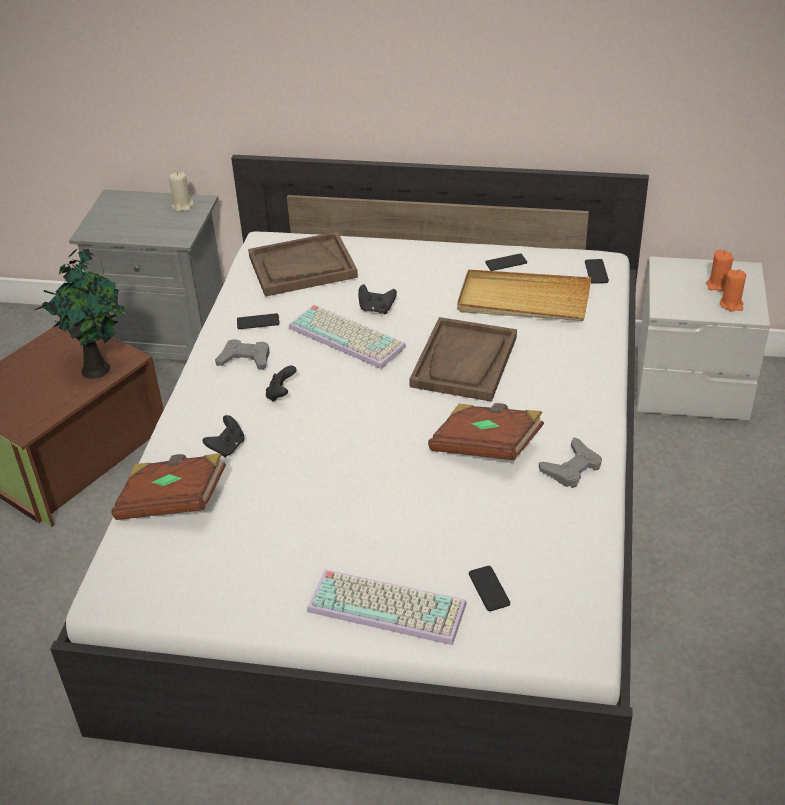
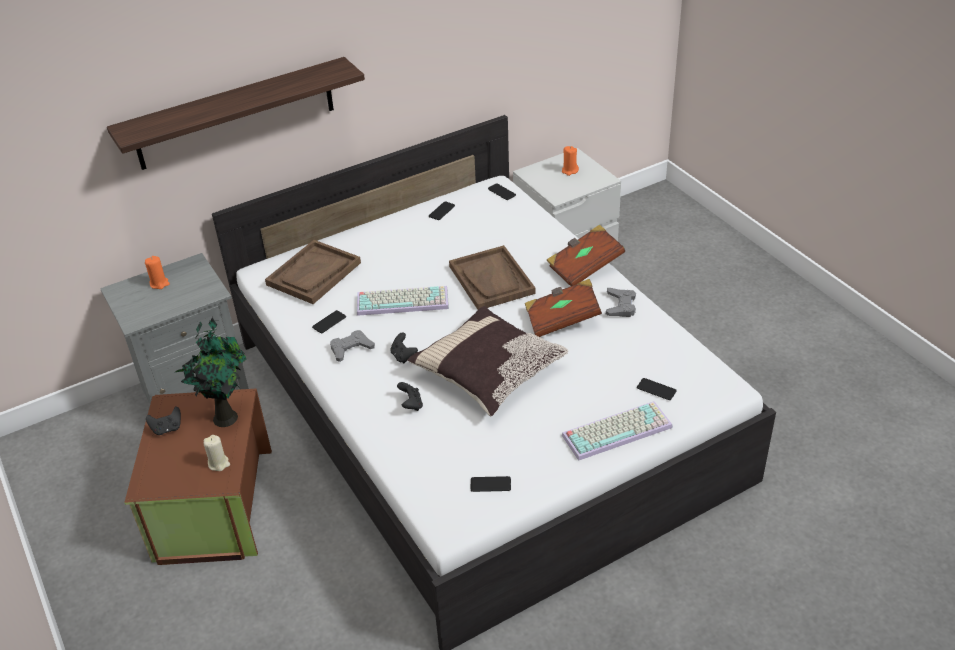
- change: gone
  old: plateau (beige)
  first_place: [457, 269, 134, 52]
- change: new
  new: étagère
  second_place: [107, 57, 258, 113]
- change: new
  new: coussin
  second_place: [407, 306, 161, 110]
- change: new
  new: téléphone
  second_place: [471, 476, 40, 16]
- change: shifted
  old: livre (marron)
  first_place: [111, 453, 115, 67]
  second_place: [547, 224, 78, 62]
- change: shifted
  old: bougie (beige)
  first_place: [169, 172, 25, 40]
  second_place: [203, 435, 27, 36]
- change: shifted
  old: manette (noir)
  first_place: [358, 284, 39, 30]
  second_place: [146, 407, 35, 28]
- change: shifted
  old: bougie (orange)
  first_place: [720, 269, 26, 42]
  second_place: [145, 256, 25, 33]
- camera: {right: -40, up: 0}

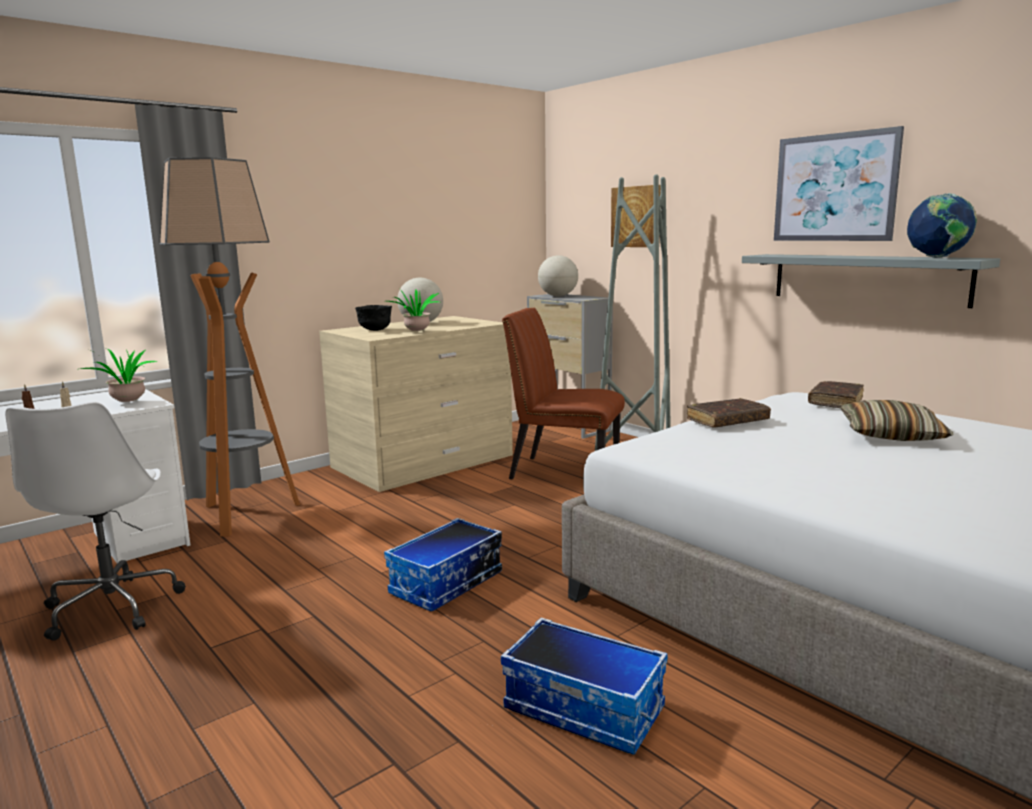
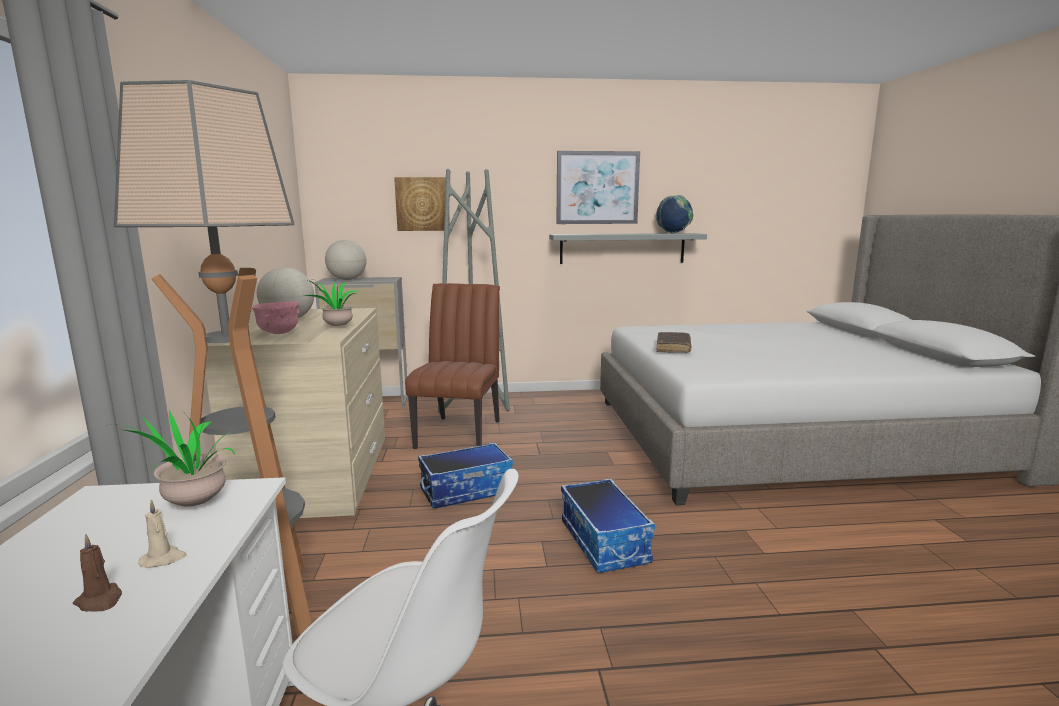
- change: gone
  old: livre (marron)
  first_place: [808, 381, 56, 27]
- change: gone
  old: coussin
  first_place: [840, 400, 114, 41]
- change: shifted
  old: boîte de rangement
  first_place: [501, 617, 167, 138]
  second_place: [418, 443, 95, 65]
- change: repainted
  old: bol (noir)
  new: bol (rose)
  first_place: [355, 305, 37, 26]
  second_place: [252, 302, 48, 32]
- change: rotated
  old: chaise (marron)
  first_place: [502, 308, 123, 171]
  second_place: [405, 283, 95, 166]
  degrees: 135
- camera: {right: -55, up: 0}

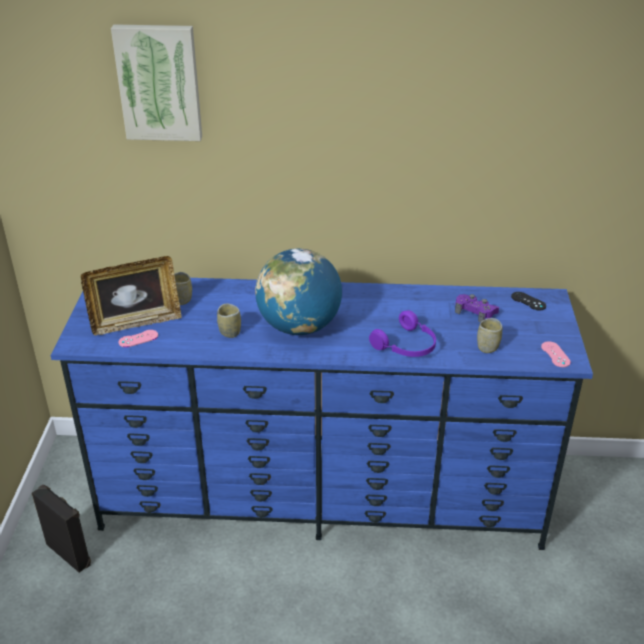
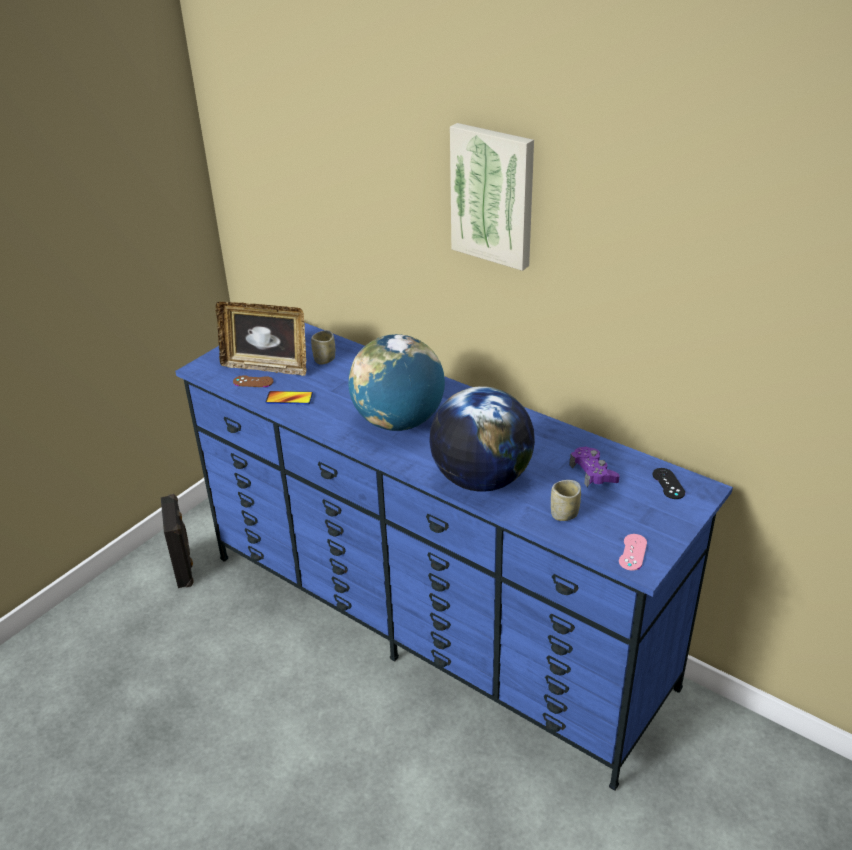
- change: gone
  old: tasse
  first_place: [217, 304, 24, 34]
- change: new
  new: téléphone
  second_place: [265, 391, 48, 13]
- change: shifted
  old: tableau
  first_place: [111, 24, 91, 117]
  second_place: [450, 123, 84, 148]
- change: swapped
  old: casque audio (violet)
  new: globe
  first_place: [369, 310, 67, 47]
  second_place: [429, 386, 106, 106]
- change: repainted
  old: manette (rose)
  new: manette (marron)
  first_place: [118, 330, 40, 17]
  second_place: [233, 375, 41, 12]
- camera: {right: 35, up: 0}

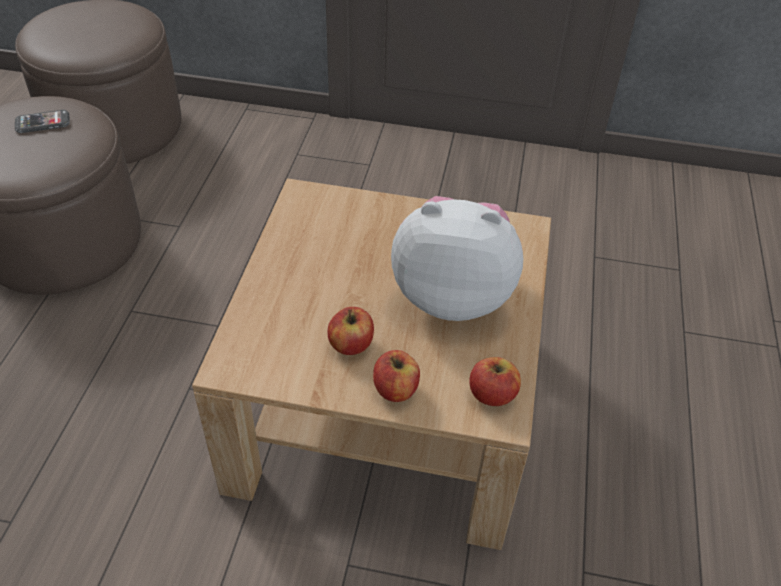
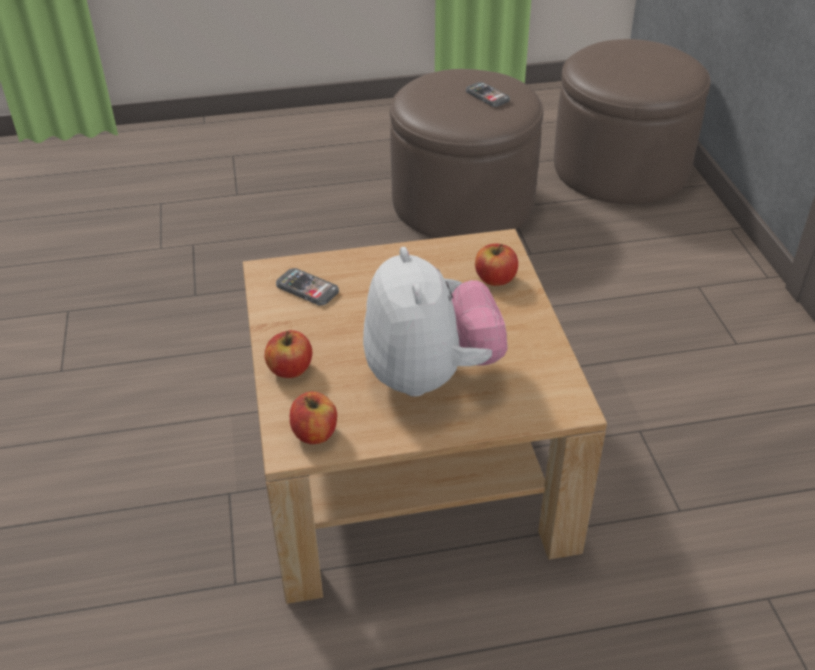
- change: new
  new: téléphone
  second_place: [276, 268, 63, 38]
- change: shifted
  old: pomme
  first_place: [328, 307, 46, 48]
  second_place: [475, 244, 43, 42]
- camera: {right: 70, up: -5}

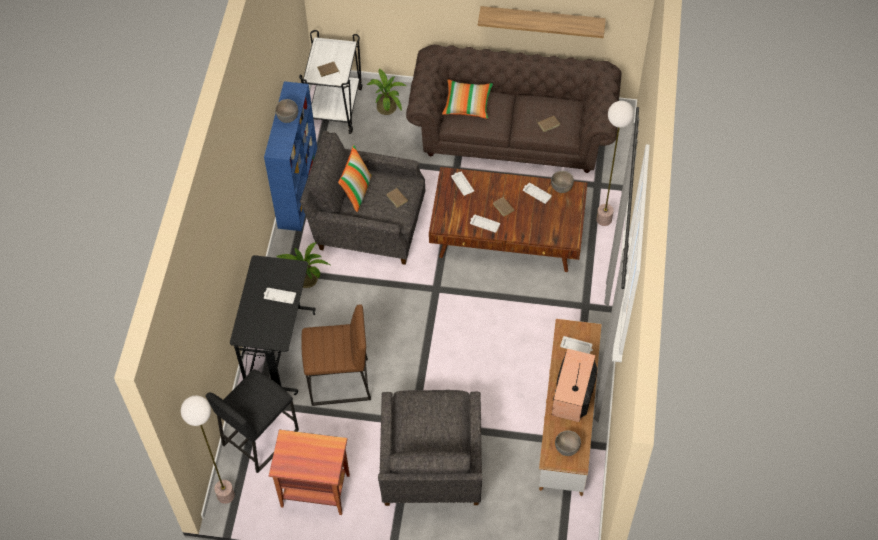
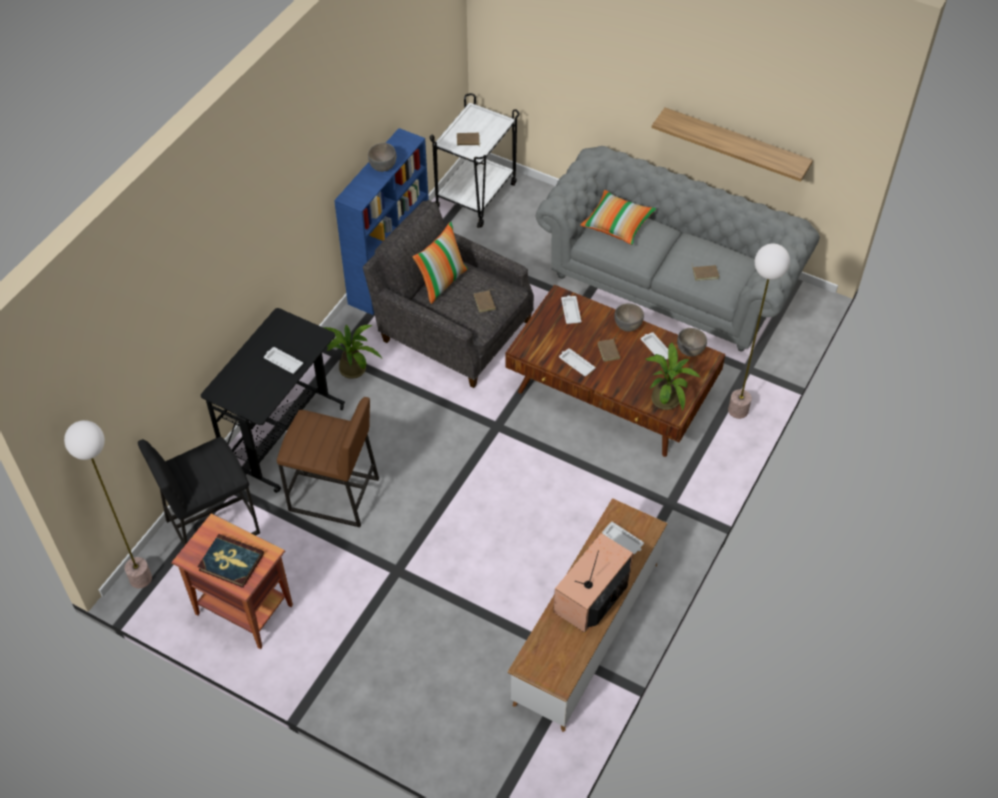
- change: gone
  old: fauteuil (gris)
  first_place: [378, 390, 104, 116]
- change: new
  new: livre
  second_place: [198, 534, 66, 54]
- change: shifted
  old: plante en pot
  first_place: [367, 69, 39, 46]
  second_place: [645, 342, 55, 68]
- change: shifted
  old: bol (gris)
  first_place: [555, 431, 26, 25]
  second_place: [615, 303, 29, 29]
- change: repainted
  old: canapé (marron)
  new: canapé (gris)
  first_place: [406, 44, 215, 129]
  second_place: [536, 146, 284, 206]
- camera: {right: 20, up: -5}

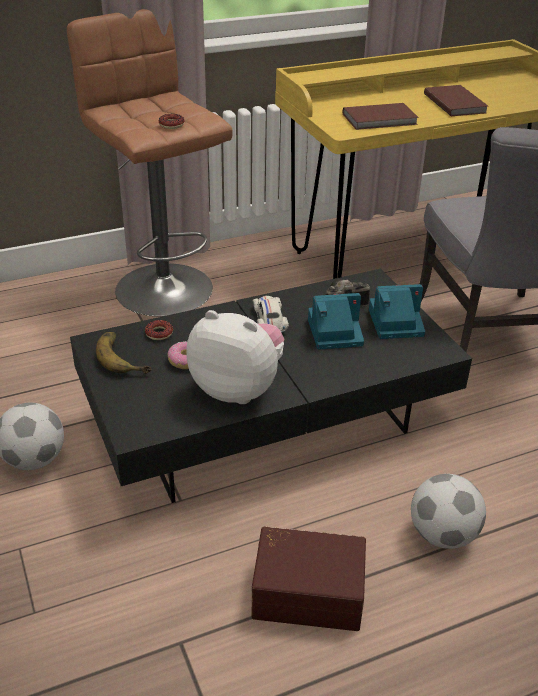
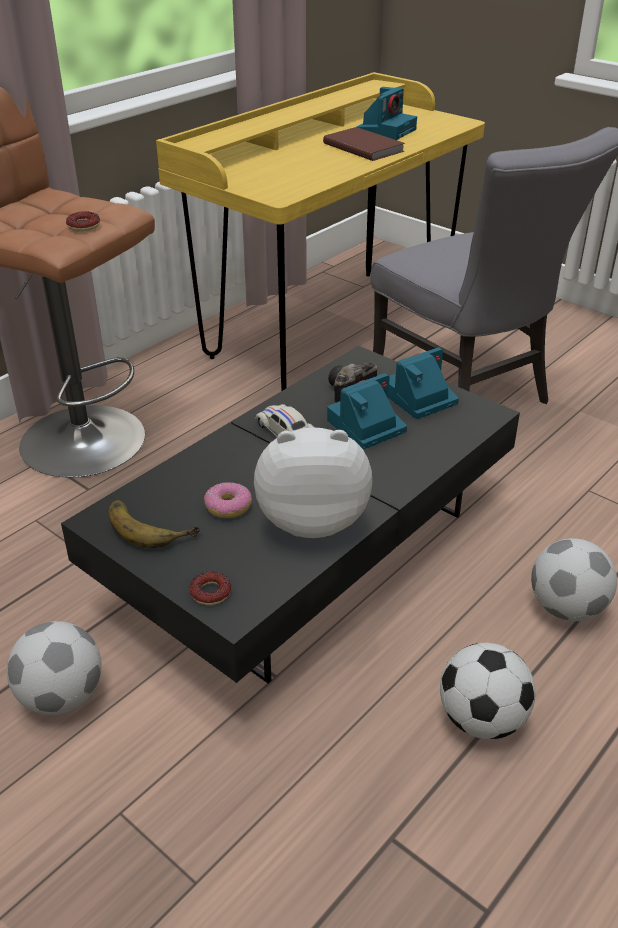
- change: gone
  old: livre (marron)
  first_place: [343, 103, 76, 27]
- change: new
  new: appareil photo
  second_place: [356, 87, 61, 53]
- change: shifted
  old: beignet
  first_place: [145, 320, 28, 20]
  second_place: [190, 571, 41, 34]
- change: swapped
  old: boîte de rangement (marron)
  new: ballon de foot
  first_place: [252, 527, 114, 104]
  second_place: [440, 643, 96, 96]
- camera: {right: -25, up: 0}

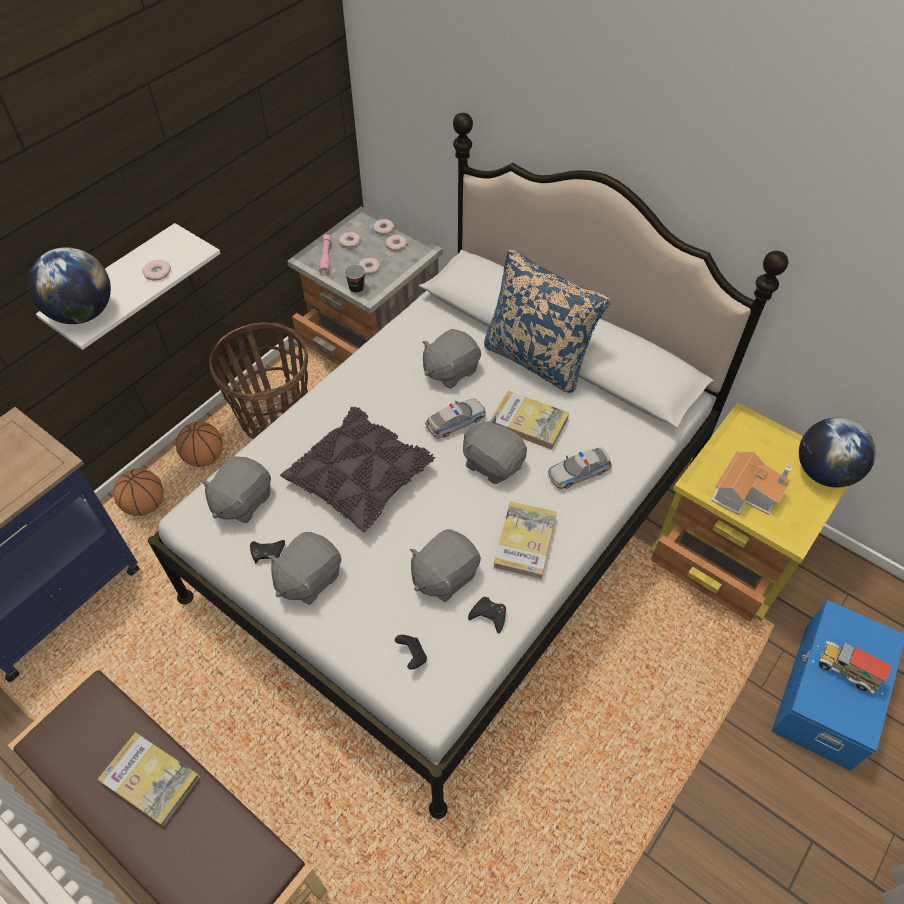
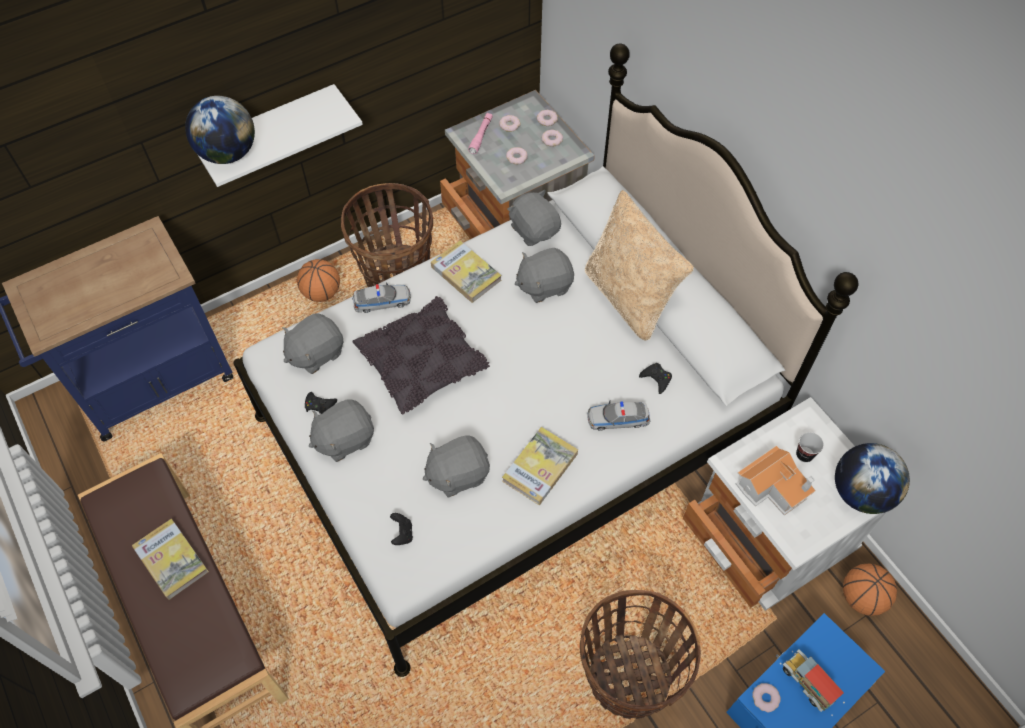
- change: new
  new: panier
  second_place: [580, 590, 121, 129]
- change: shifted
  old: ballon de basket
  first_place: [113, 469, 51, 47]
  second_place: [843, 563, 54, 53]
- change: shifted
  old: beignet
  first_place: [142, 260, 29, 20]
  second_place: [752, 683, 29, 29]
- change: shifted
  old: tasse
  first_place: [345, 265, 20, 29]
  second_place: [796, 432, 28, 30]
- change: shifted
  old: petite voiture
  first_place: [425, 399, 61, 40]
  second_place: [352, 282, 59, 31]
- change: shifted
  old: peluche (gris)
  first_place: [463, 416, 64, 68]
  second_place: [507, 190, 54, 56]
- change: shifted
  old: manette (noir)
  first_place: [468, 597, 38, 36]
  second_place: [639, 363, 33, 31]
- change: shifted
  old: livre
  first_place: [491, 391, 78, 59]
  second_place: [431, 241, 71, 62]
- change: repainted
  old: coussin (bleu)
  new: coussin (beige)
  first_place: [484, 249, 127, 144]
  second_place: [585, 190, 109, 151]
- change: repainted
  old: table de chevet (jaune)
  new: table de chevet (blanc)
  first_place: [649, 402, 199, 220]
  second_place: [683, 397, 205, 214]
- camera: {right: 20, up: 5}

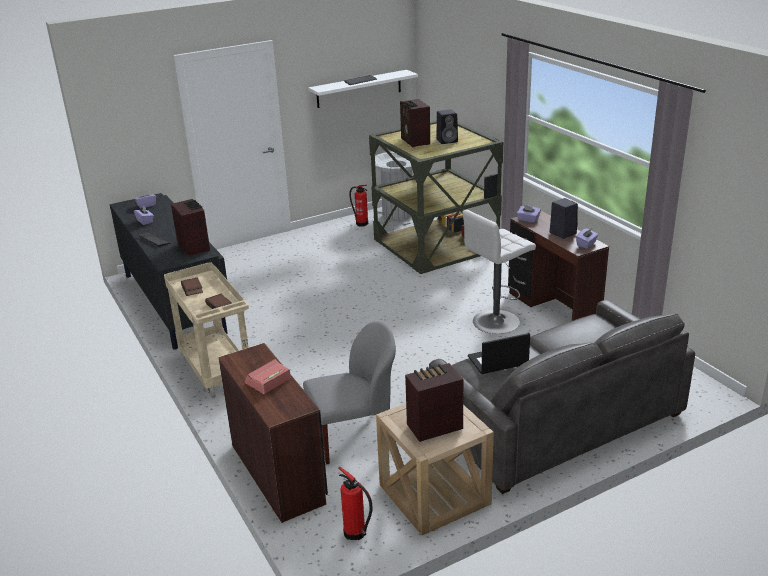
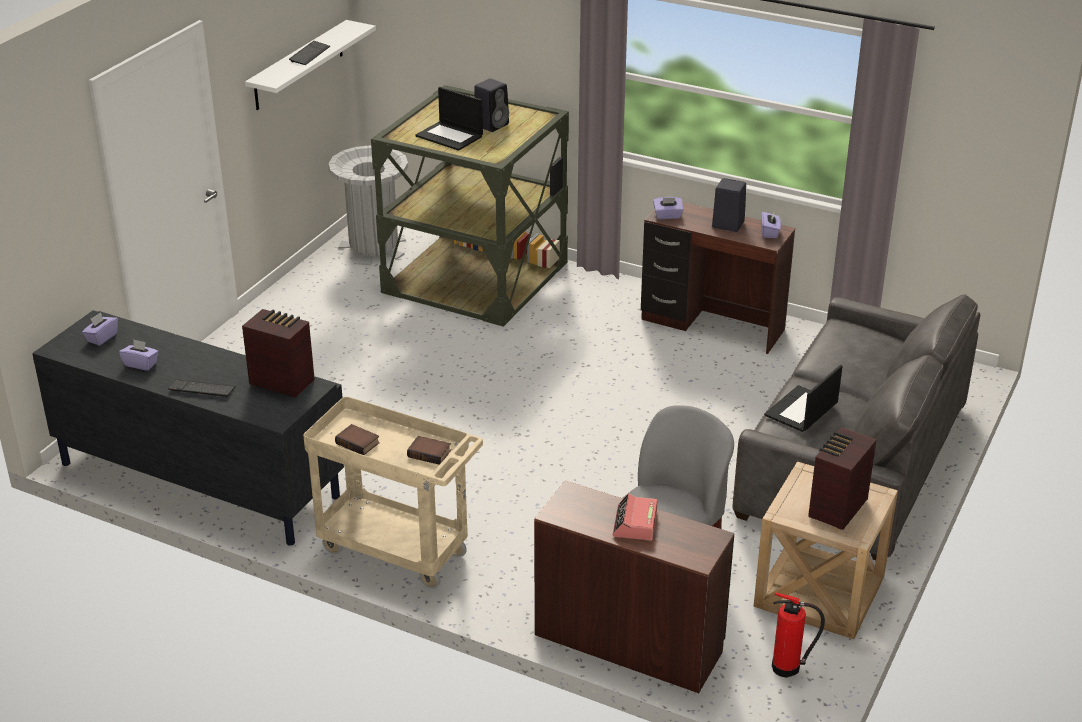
- change: gone
  old: extincteur
  first_place: [349, 185, 19, 42]
- change: gone
  old: tabouret (blanc)
  first_place: [462, 210, 74, 124]
- change: swapped
  old: radio
  new: ordinateur portable
  first_place: [400, 99, 30, 48]
  second_place: [416, 87, 67, 64]
- camera: {right: -35, up: 5}

